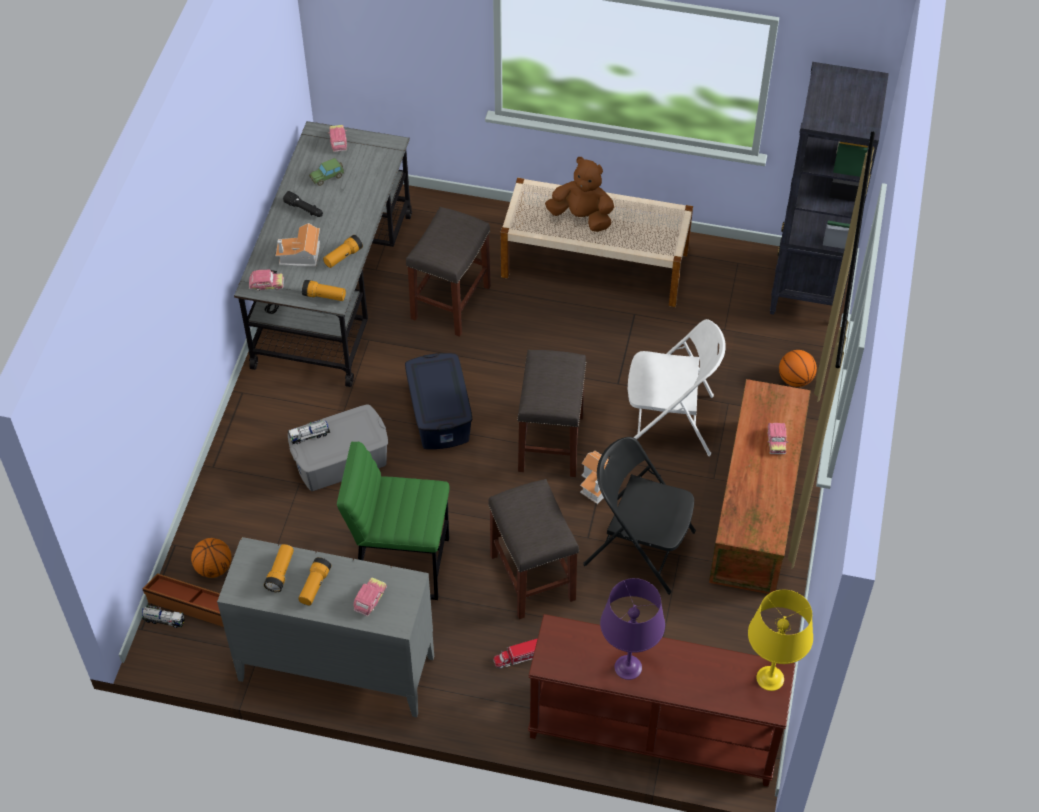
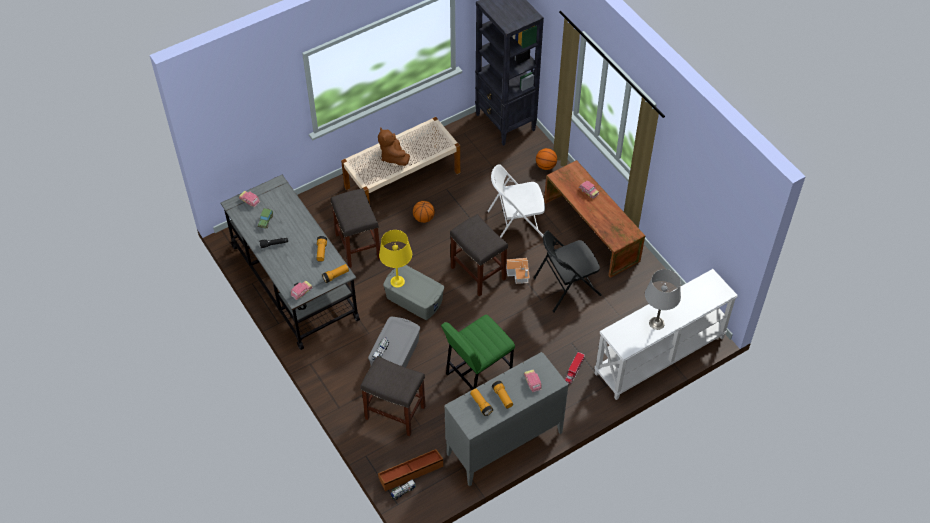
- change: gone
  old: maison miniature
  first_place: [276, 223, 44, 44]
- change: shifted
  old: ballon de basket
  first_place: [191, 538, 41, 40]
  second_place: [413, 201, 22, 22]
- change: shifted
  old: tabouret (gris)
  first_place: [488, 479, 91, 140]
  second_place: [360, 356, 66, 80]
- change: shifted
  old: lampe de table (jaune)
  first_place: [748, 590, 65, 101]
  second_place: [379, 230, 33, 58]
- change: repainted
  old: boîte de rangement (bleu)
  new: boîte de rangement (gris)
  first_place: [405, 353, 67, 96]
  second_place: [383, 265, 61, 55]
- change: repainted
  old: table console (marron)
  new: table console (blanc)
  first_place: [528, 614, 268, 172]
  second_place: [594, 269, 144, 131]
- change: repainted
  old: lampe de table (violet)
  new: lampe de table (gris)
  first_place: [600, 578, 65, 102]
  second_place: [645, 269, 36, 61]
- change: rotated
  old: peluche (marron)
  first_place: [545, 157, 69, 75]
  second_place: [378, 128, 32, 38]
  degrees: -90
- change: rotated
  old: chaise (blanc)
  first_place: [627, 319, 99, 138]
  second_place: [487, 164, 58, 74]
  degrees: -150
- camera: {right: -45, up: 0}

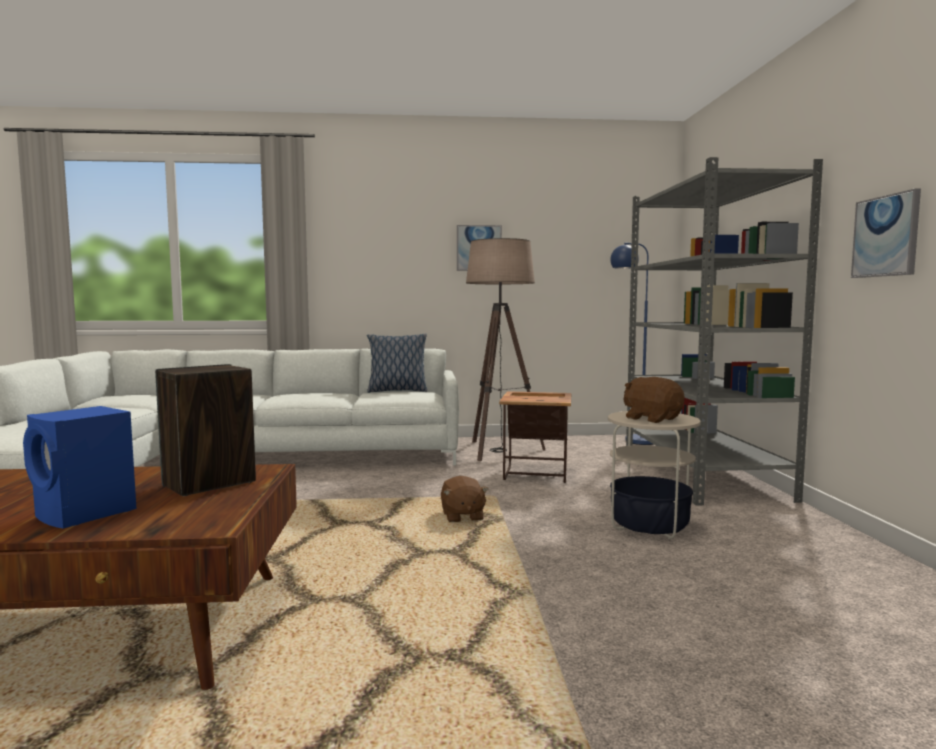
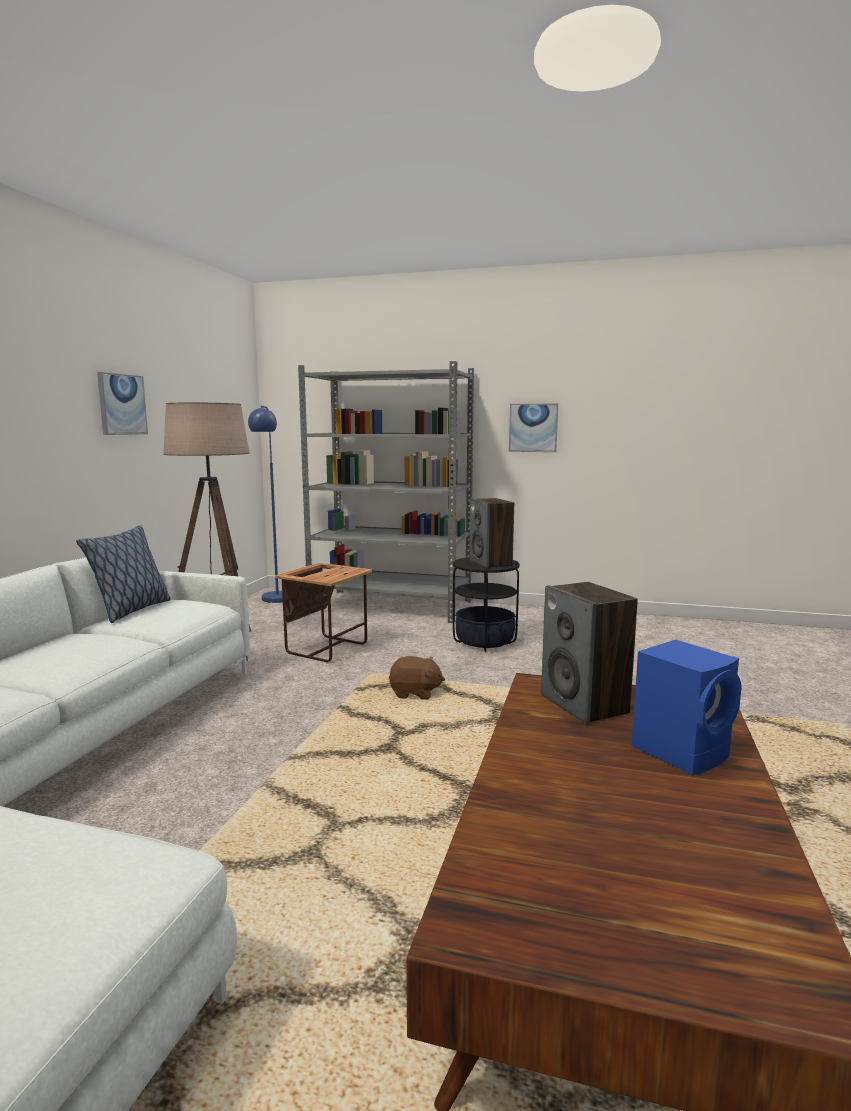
- change: swapped
  old: peluche (marron)
  new: enceinte
  first_place: [623, 377, 62, 46]
  second_place: [469, 498, 45, 70]
- change: repainted
  old: table d'appoint (beige)
  new: table d'appoint (noir)
  first_place: [608, 411, 93, 128]
  second_place: [453, 557, 67, 95]
- camera: {right: -70, up: 5}

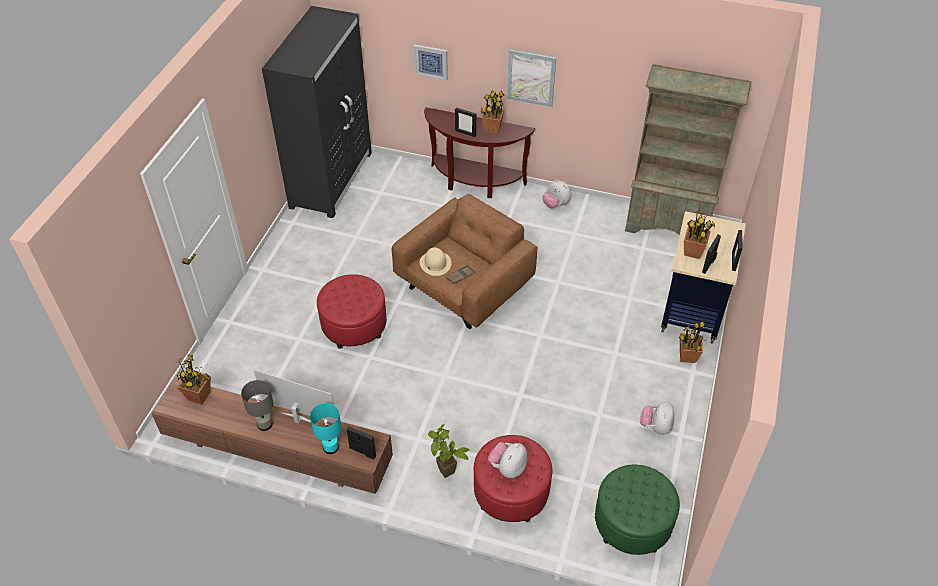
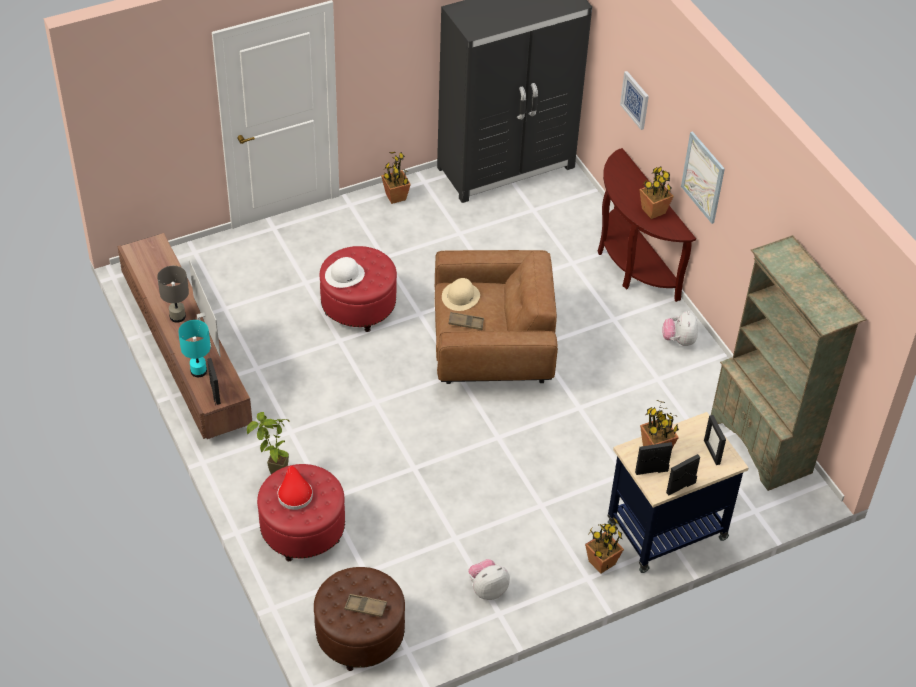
- change: new
  new: chapeau (blanc)
  second_place: [325, 257, 40, 31]
- change: new
  new: plateau (marron)
  second_place: [344, 594, 43, 23]
- change: shifted
  old: plante en pot
  first_place: [176, 354, 35, 51]
  second_place: [381, 152, 30, 52]
- change: shifted
  old: cadre photo
  first_place: [455, 107, 21, 30]
  second_place: [704, 415, 22, 50]
- change: swapped
  old: peluche
  new: chapeau (rouge)
  first_place: [488, 442, 40, 36]
  second_place: [278, 466, 35, 44]
- change: repainted
  old: pouf (vert)
  new: pouf (marron)
  first_place: [595, 465, 85, 90]
  second_place: [314, 567, 91, 104]
- camera: {right: 45, up: 0}

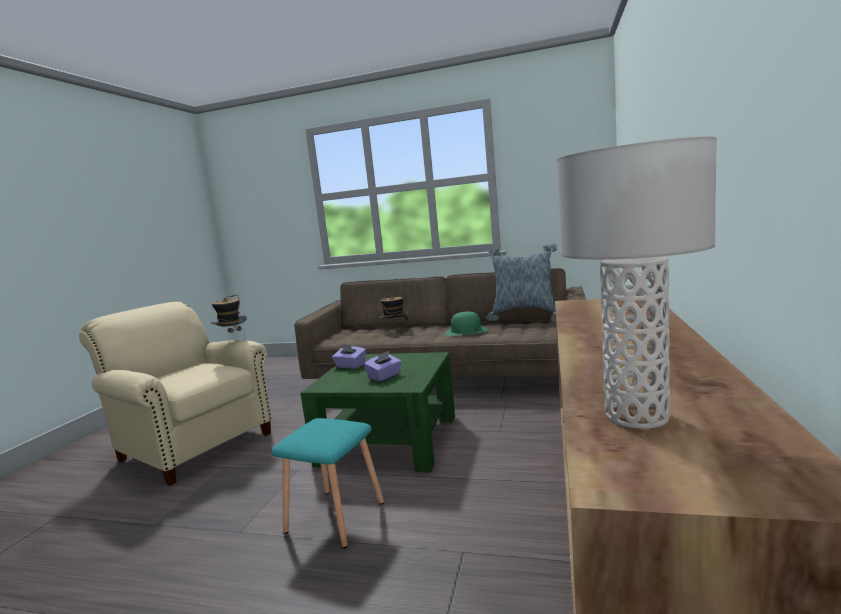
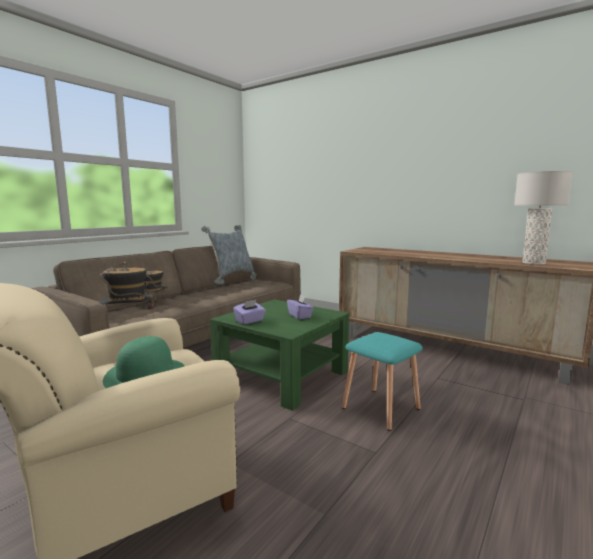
- change: shifted
  old: chapeau (vert)
  first_place: [445, 311, 43, 25]
  second_place: [103, 336, 82, 52]
- camera: {right: -70, up: 0}

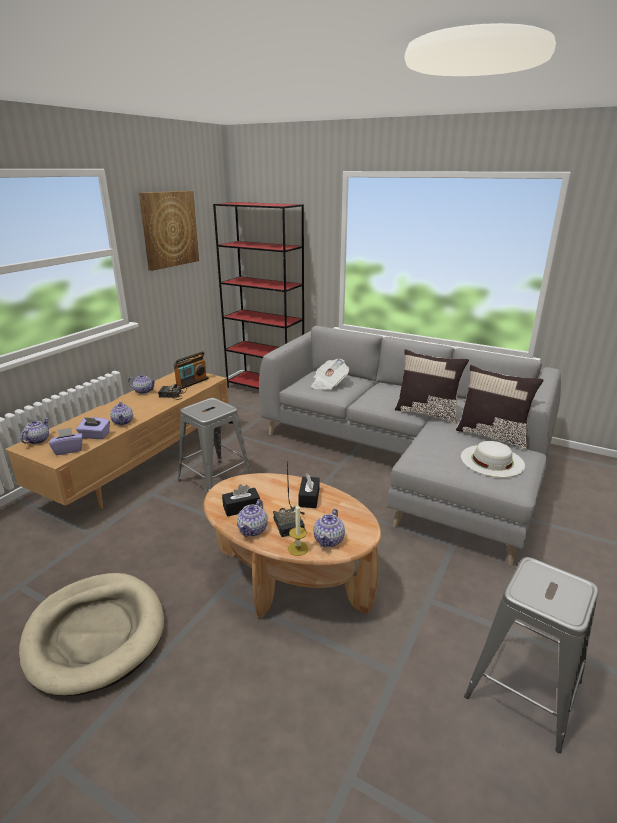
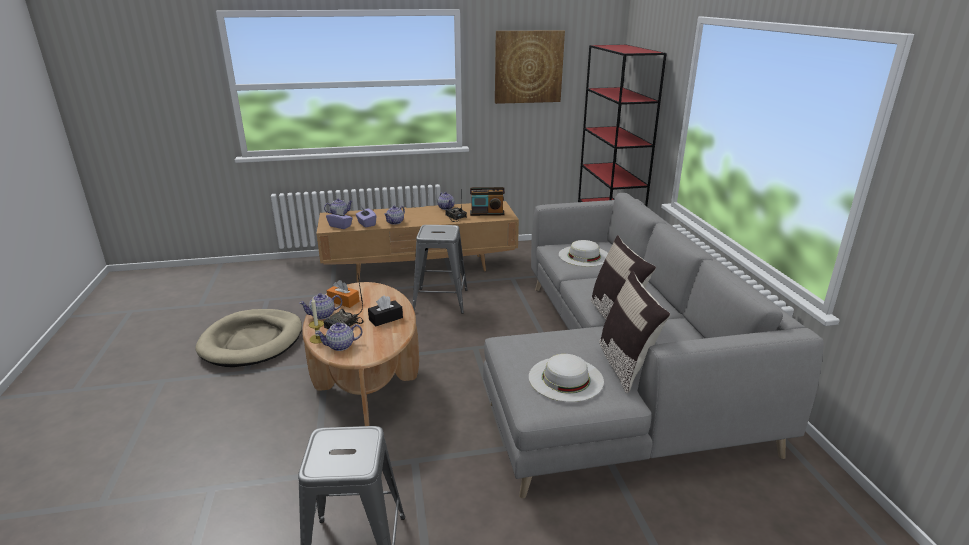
- change: swapped
  old: journal
  new: chapeau (blanc)
  first_place: [311, 359, 38, 31]
  second_place: [559, 240, 49, 27]
- change: repainted
  old: boîte à mouchoirs (noir)
  new: boîte à mouchoirs (orange)
  first_place: [222, 484, 38, 33]
  second_place: [327, 280, 33, 28]
- camera: {right: 50, up: 0}

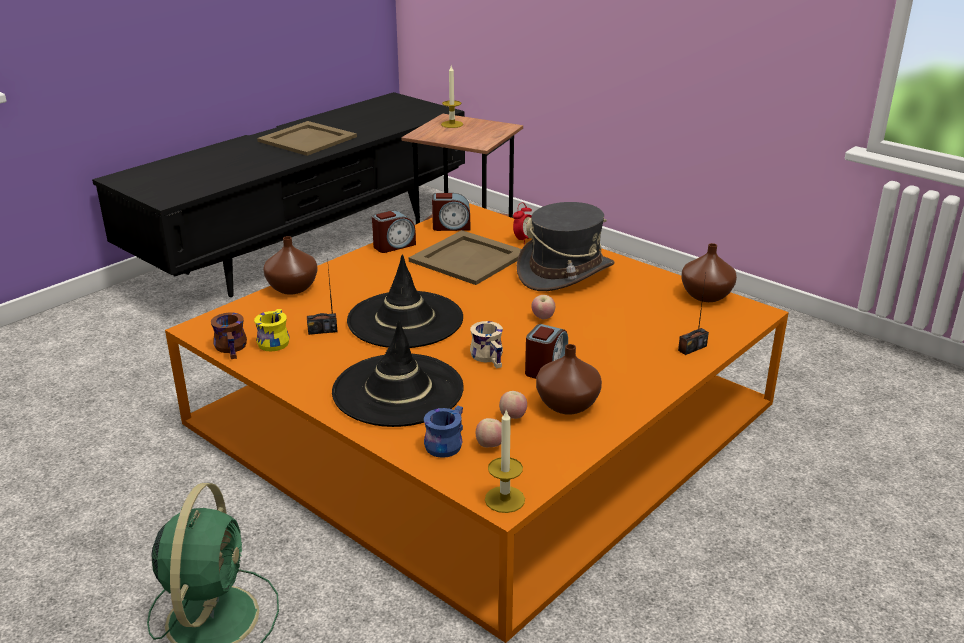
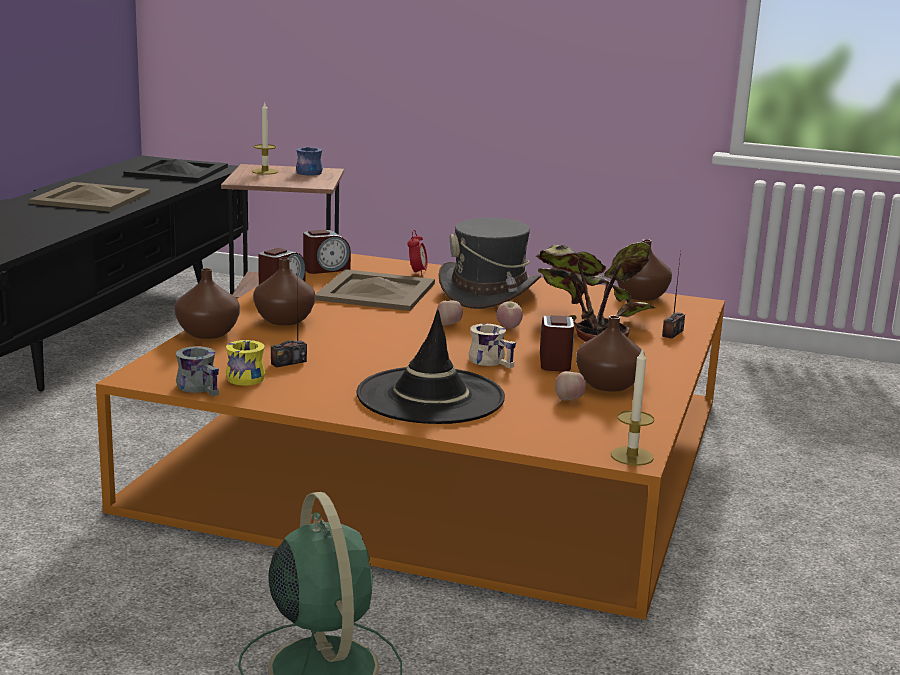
- change: gone
  old: chapeau (noir)
  first_place: [347, 255, 116, 93]
- change: new
  new: plateau (noir)
  second_place: [123, 157, 105, 25]
- change: new
  new: vase (marron)
  second_place: [253, 257, 62, 68]
- change: new
  new: plante en pot
  second_place: [536, 242, 119, 100]
- change: shifted
  old: mug (bleu)
  first_place: [424, 405, 39, 53]
  second_place: [296, 147, 27, 29]
- change: shifted
  old: pomme
  first_place: [476, 418, 26, 29]
  second_place: [437, 300, 26, 26]
- change: repainted
  old: mug (marron)
  new: mug (gris)
  first_place: [211, 313, 36, 46]
  second_place: [176, 346, 43, 50]
- camera: {right: -25, up: -10}

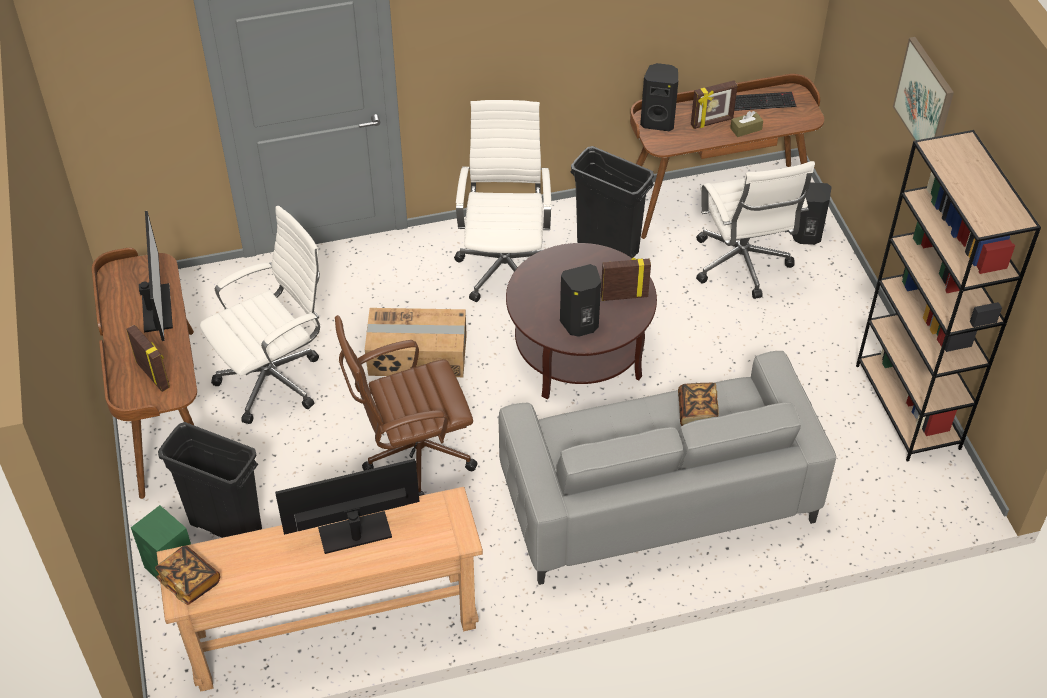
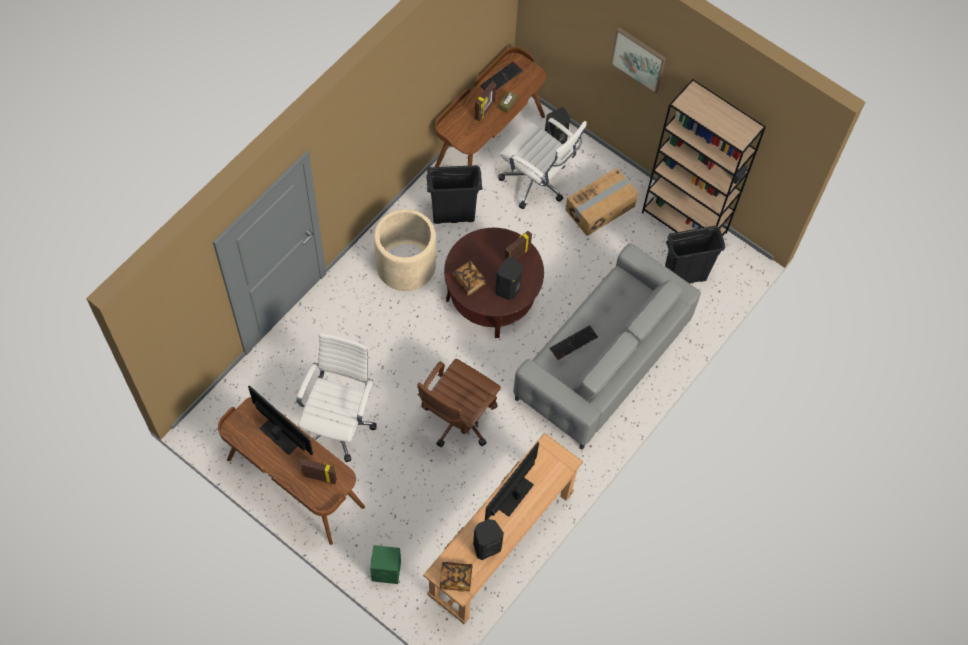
- change: new
  new: clavier
  second_place: [549, 325, 49, 35]
- change: shifted
  old: poubelle (noir)
  first_place: [158, 422, 104, 116]
  second_place: [665, 226, 60, 58]
- change: shifted
  old: carton
  first_place: [365, 308, 102, 69]
  second_place: [566, 168, 73, 68]
- change: shifted
  old: enceinte (noir)
  first_place: [640, 63, 38, 68]
  second_place: [473, 519, 31, 41]
- change: shifted
  old: livre
  first_place: [678, 383, 41, 43]
  second_place: [452, 261, 34, 35]
- change: swapped
  old: chaise de bureau (blanc)
  new: cache-pot (beige)
  first_place: [454, 100, 98, 202]
  second_place: [374, 209, 62, 82]
- camera: {right: -40, up: 15}

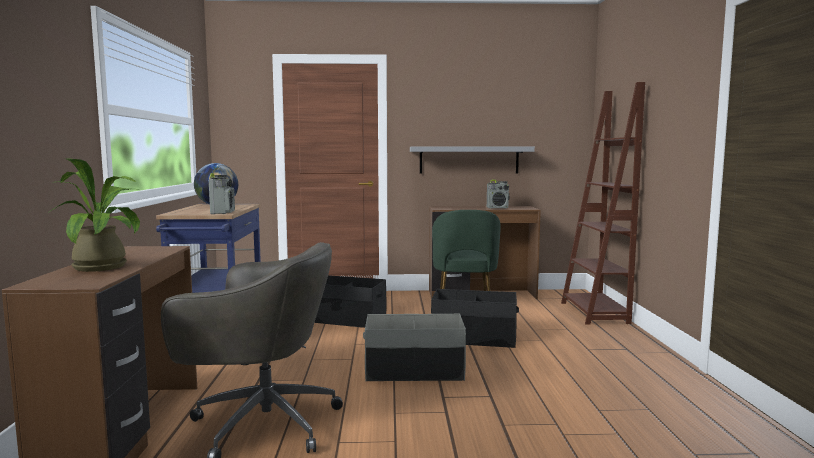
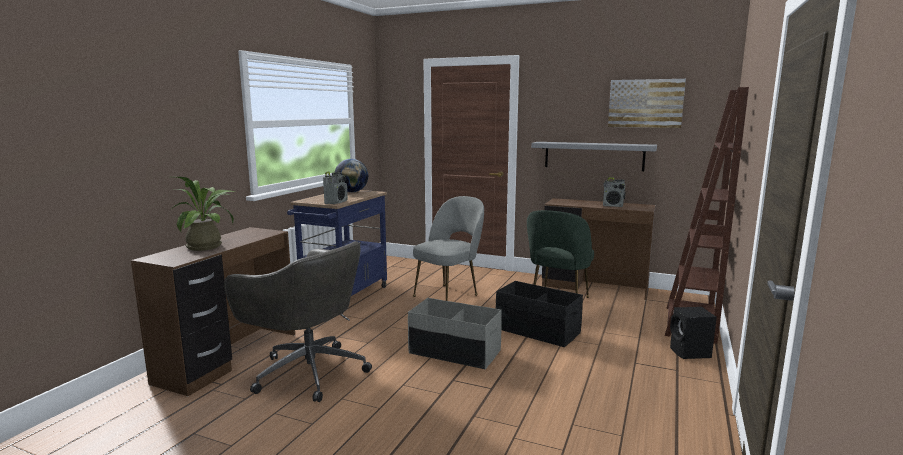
- change: new
  new: tableau
  second_place: [608, 79, 78, 49]
- change: new
  new: enceinte (noir)
  second_place: [670, 307, 47, 52]
- change: swapped
  old: boîte de rangement (noir)
  new: chaise (gris)
  first_place: [314, 275, 72, 53]
  second_place: [413, 196, 71, 105]
- camera: {right: 25, up: 5}

